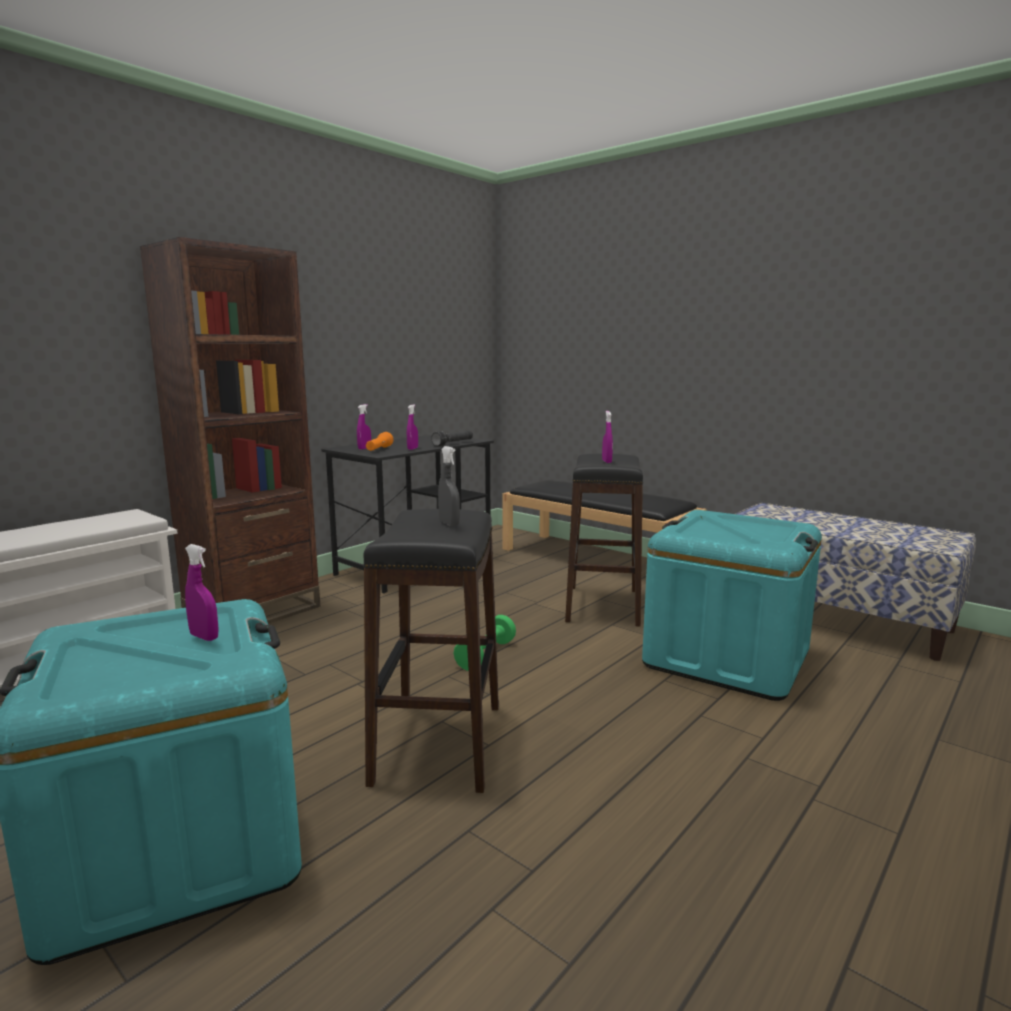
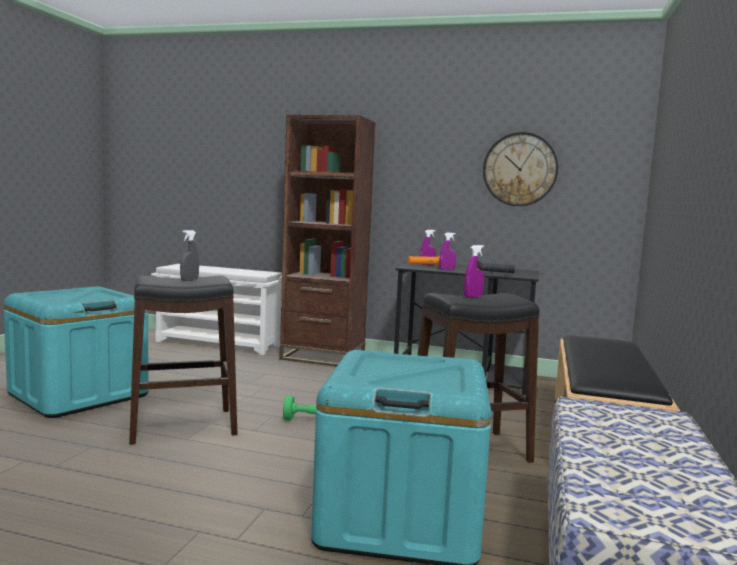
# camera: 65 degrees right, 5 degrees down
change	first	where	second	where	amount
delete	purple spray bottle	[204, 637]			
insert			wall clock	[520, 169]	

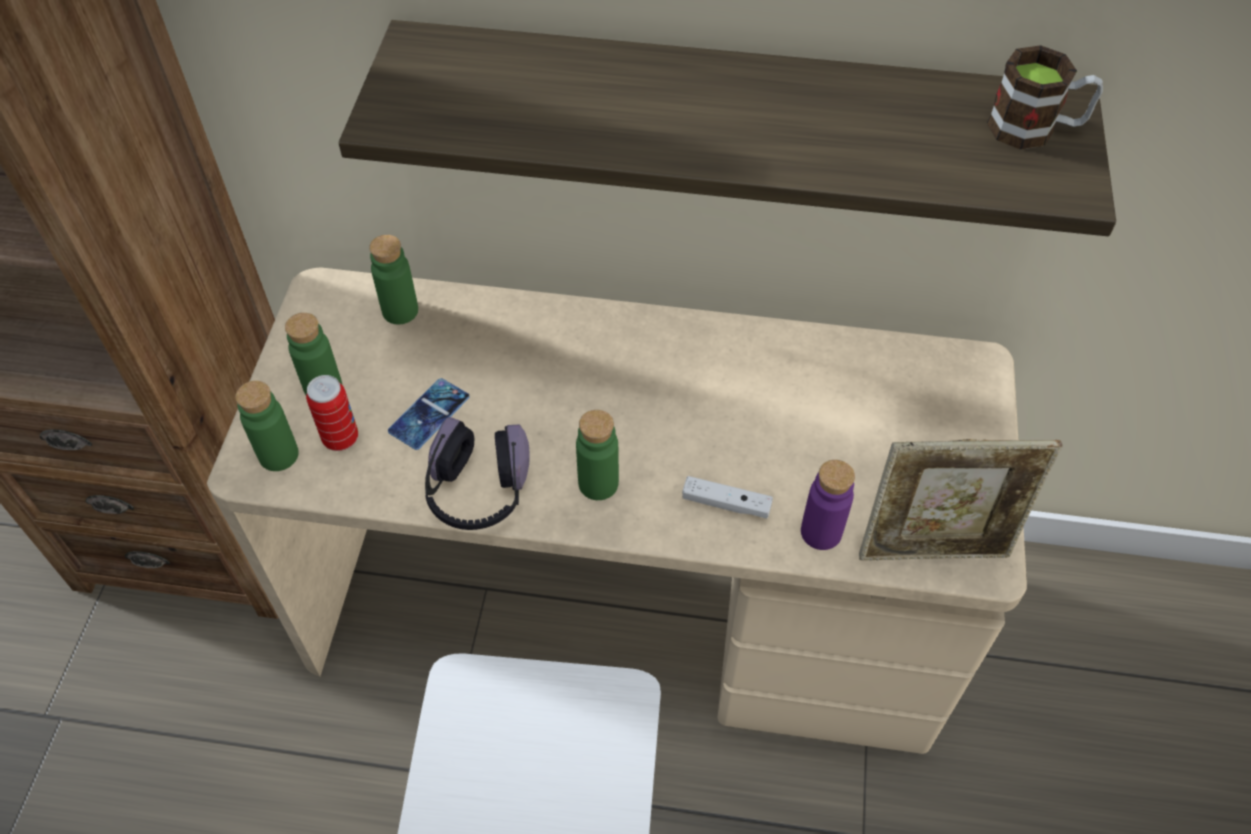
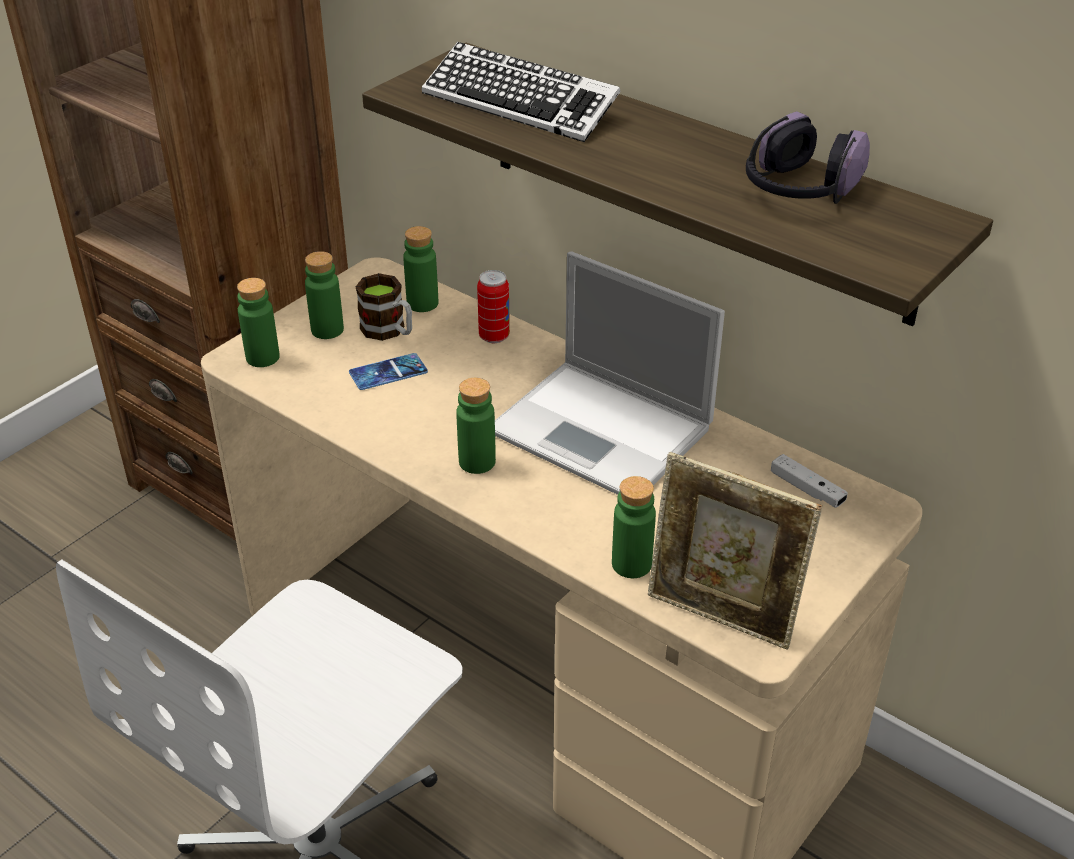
# camera: 30 degrees right, 15 degrees down
change	first	where	second	where	amount
insert			keyboard	[520, 104]	
insert			laptop	[604, 431]	
move	can	[340, 438]		[494, 336]	
move	headphones	[478, 491]		[798, 190]	
move	white game controller	[726, 503]		[807, 489]	
move	mug	[1035, 129]		[389, 331]	
recolor	purple bottle	[821, 532]	green bottle	[631, 564]	

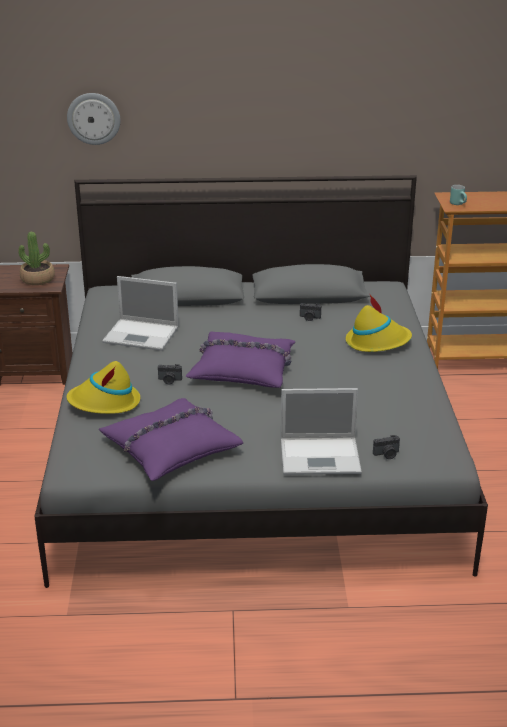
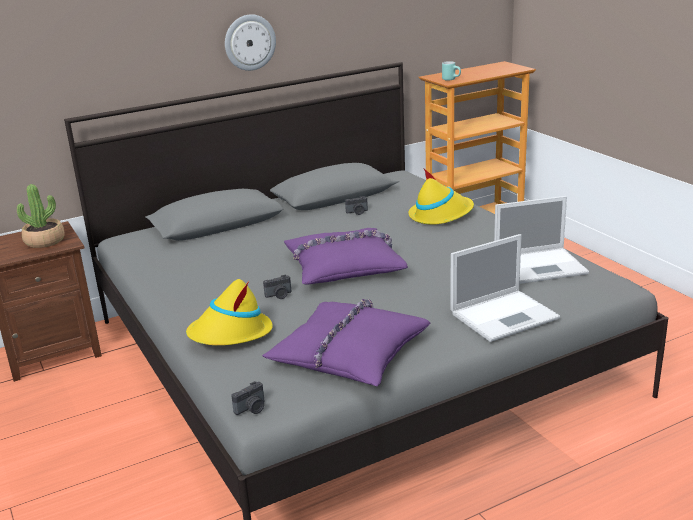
# camera: 25 degrees left, 5 degrees down
change	first	where	second	where	amount
move	wall clock	[93, 118]		[249, 42]	
move	laptop	[142, 335]		[541, 266]	
move	photo camera	[387, 454]		[252, 409]	

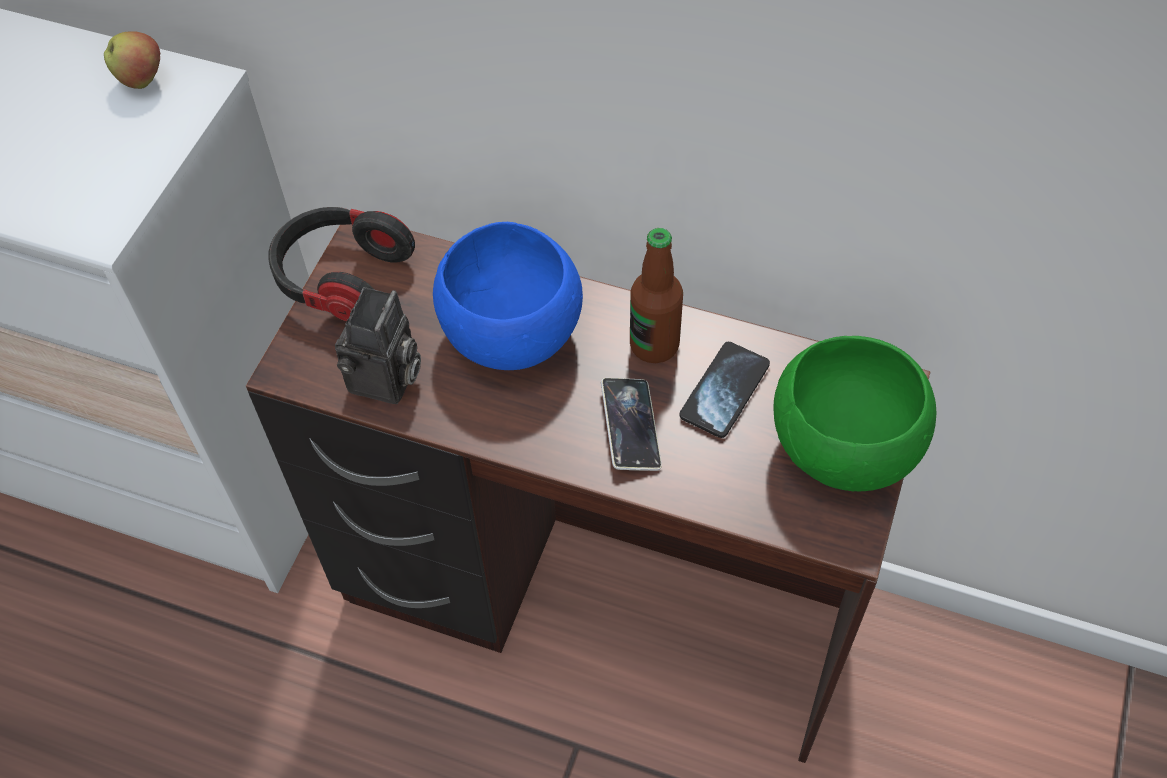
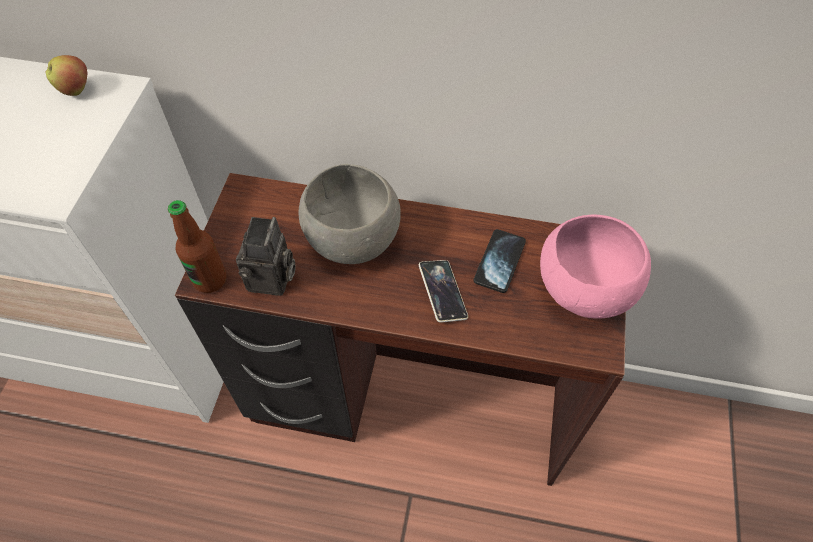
# camera: 10 degrees left, 0 degrees up
change	first	where	second	where	amount
delete	headphones	[342, 278]			
move	bottle	[654, 345]		[210, 279]	
recolor	blue bowl	[510, 335]	grey bowl	[352, 240]	
recolor	green bowl	[844, 449]	pink bowl	[585, 291]	

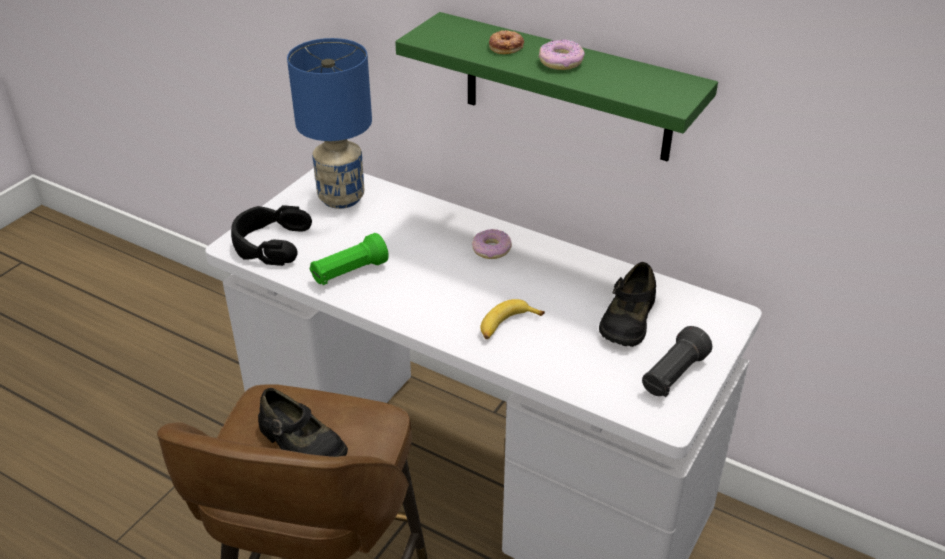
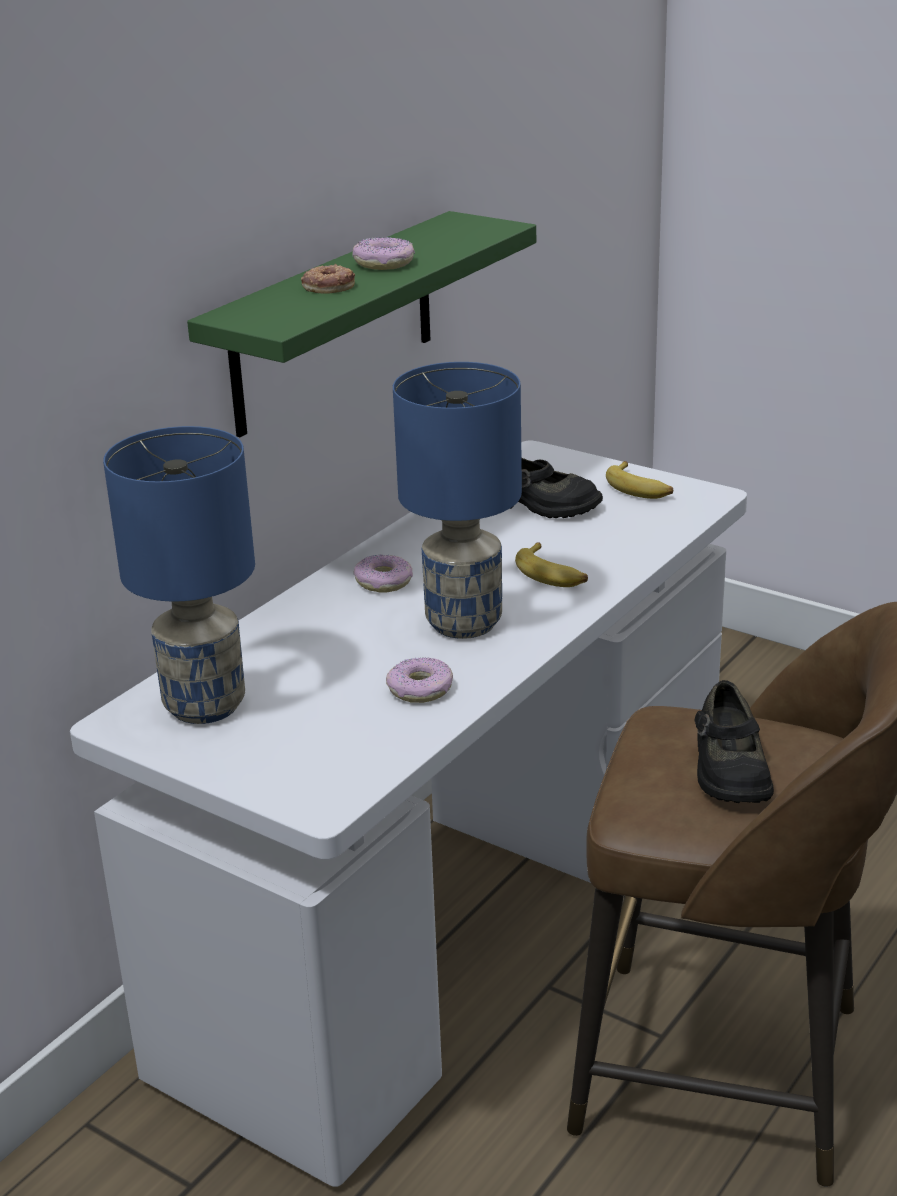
# camera: 85 degrees left, 10 degrees down
change	first	where	second	where	amount
delete	black headphones	[270, 243]			
insert			blue table lamp	[463, 624]	
replace	green flashlight	[349, 272]	donut	[420, 689]	
replace	black flashlight	[673, 375]	banana	[640, 488]	
rotate	black shoe	[300, 443]		[729, 769]	135 degrees clockwise

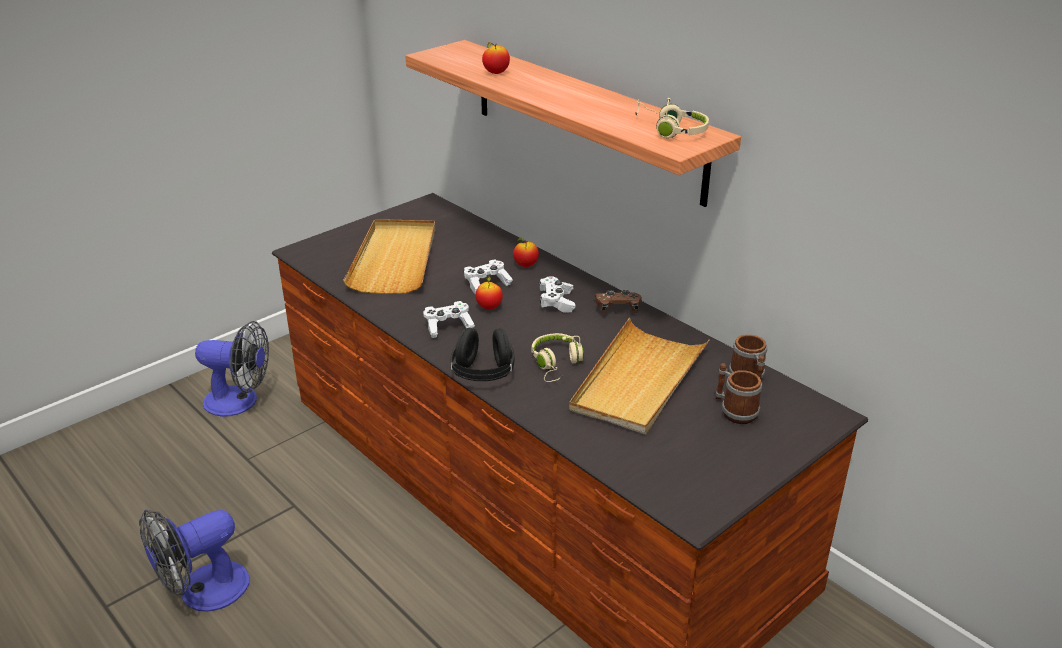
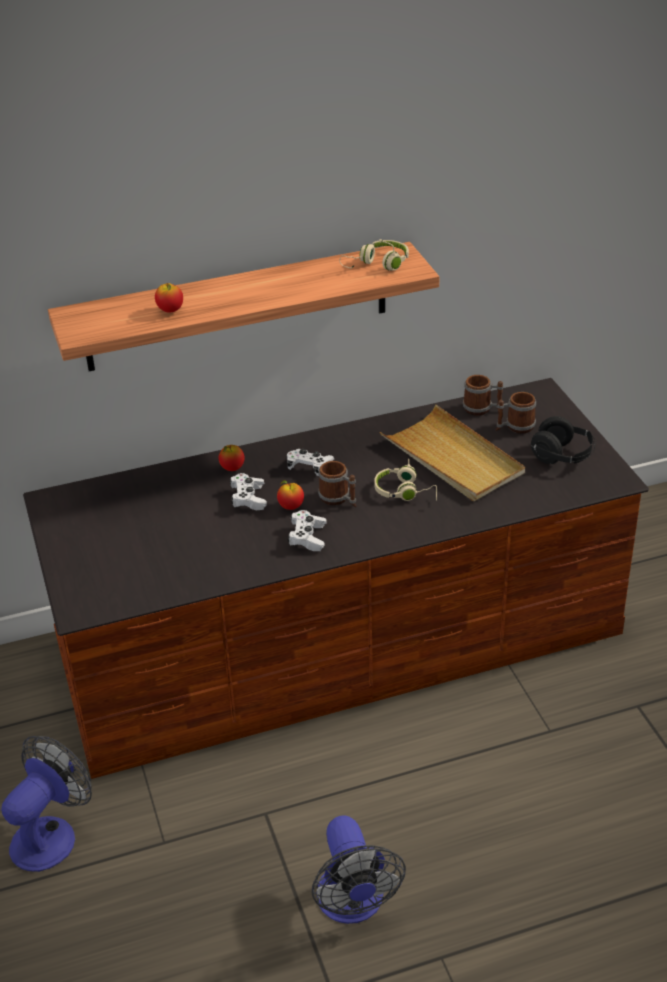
# camera: 65 degrees left, 5 degrees up
change	first	where	second	where	amount
delete	beige tray	[395, 259]			
delete	brown game controller	[617, 309]			
insert			mug	[339, 499]	
move	black headphones	[483, 373]		[562, 457]	

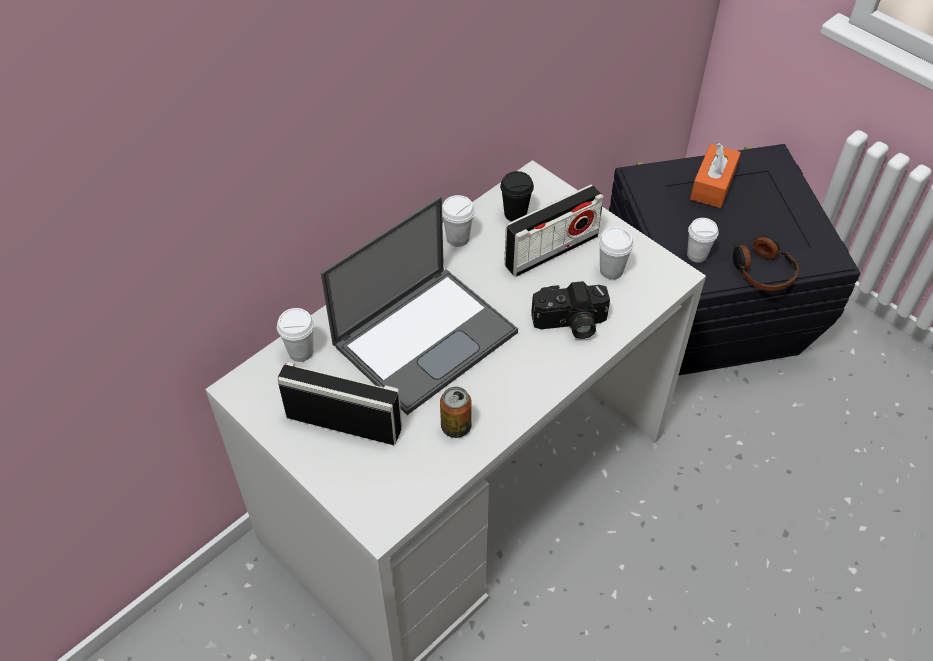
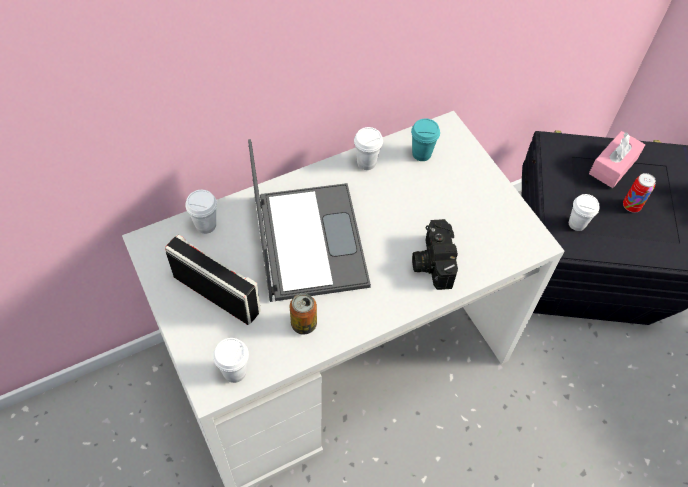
# camera: 15 degrees right, 5 degrees up
change	first	where	second	where	amount
delete	radio	[551, 250]			
delete	headphones	[761, 270]			
insert			can	[631, 206]	
move	white cup	[611, 270]		[234, 372]	
recolor	black cup	[515, 214]	turquoise cup	[421, 154]	
recolor	orange tissue box	[713, 185]	pink tissue box	[613, 166]	
rotate	laptop	[426, 336]		[309, 240]	75 degrees counterclockwise
rotate	photo camera	[570, 324]		[431, 262]	75 degrees clockwise

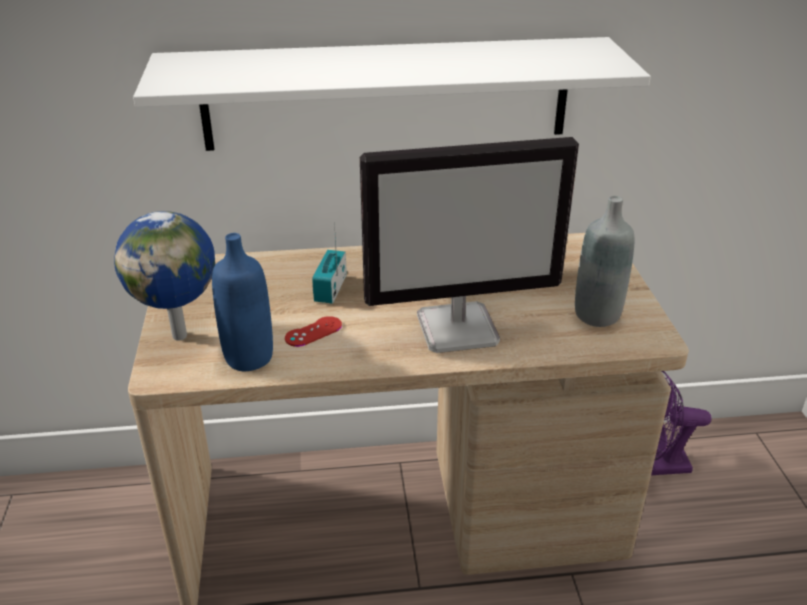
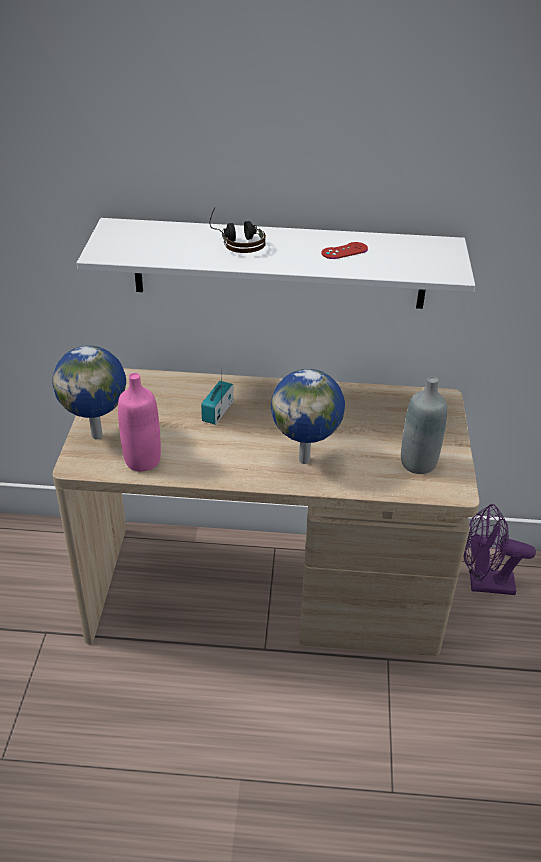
# camera: 10 degrees right, 5 degrees up
change	first	where	second	where	amount
insert			headphones	[237, 240]	
move	red game controller	[313, 332]		[344, 251]	
replace	monitor	[459, 328]	globe	[305, 459]	
recolor	blue bottle	[248, 357]	pink bottle	[142, 460]	

